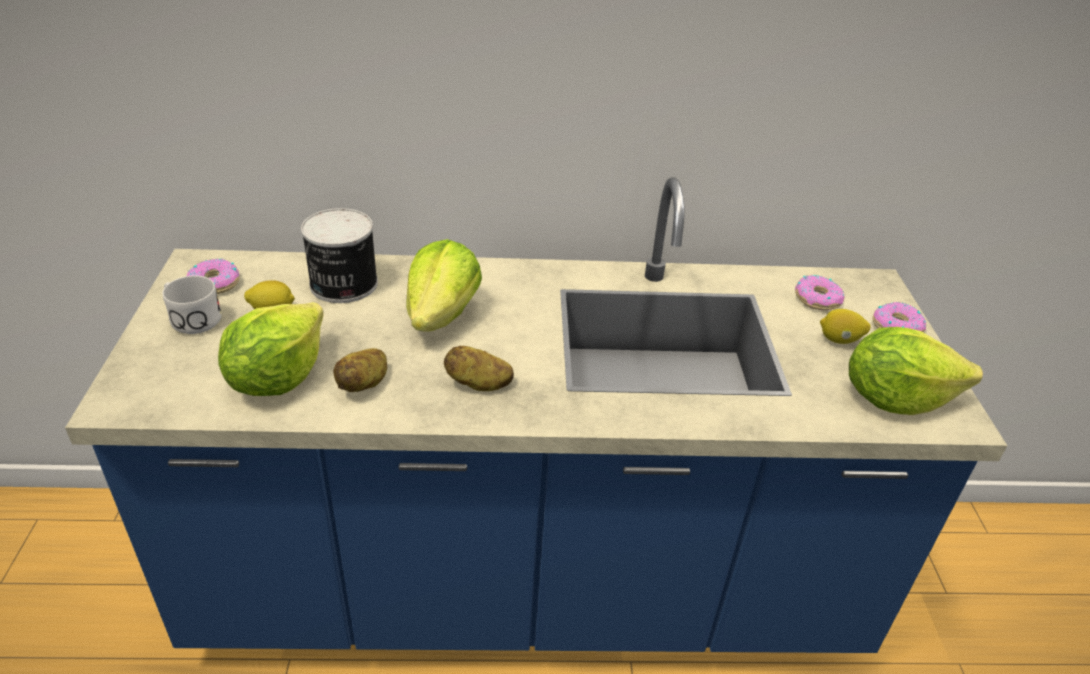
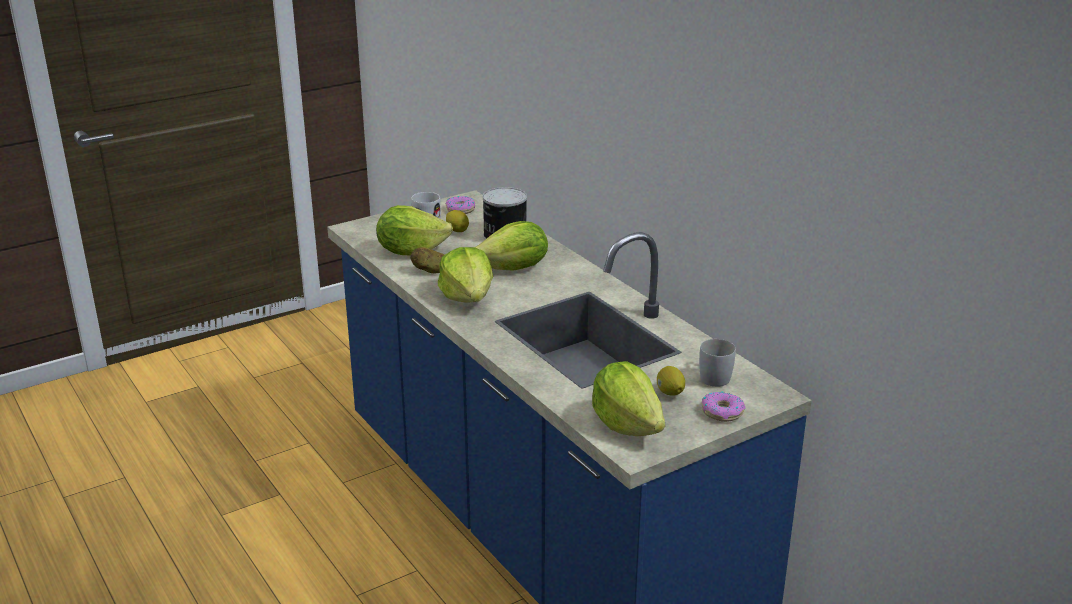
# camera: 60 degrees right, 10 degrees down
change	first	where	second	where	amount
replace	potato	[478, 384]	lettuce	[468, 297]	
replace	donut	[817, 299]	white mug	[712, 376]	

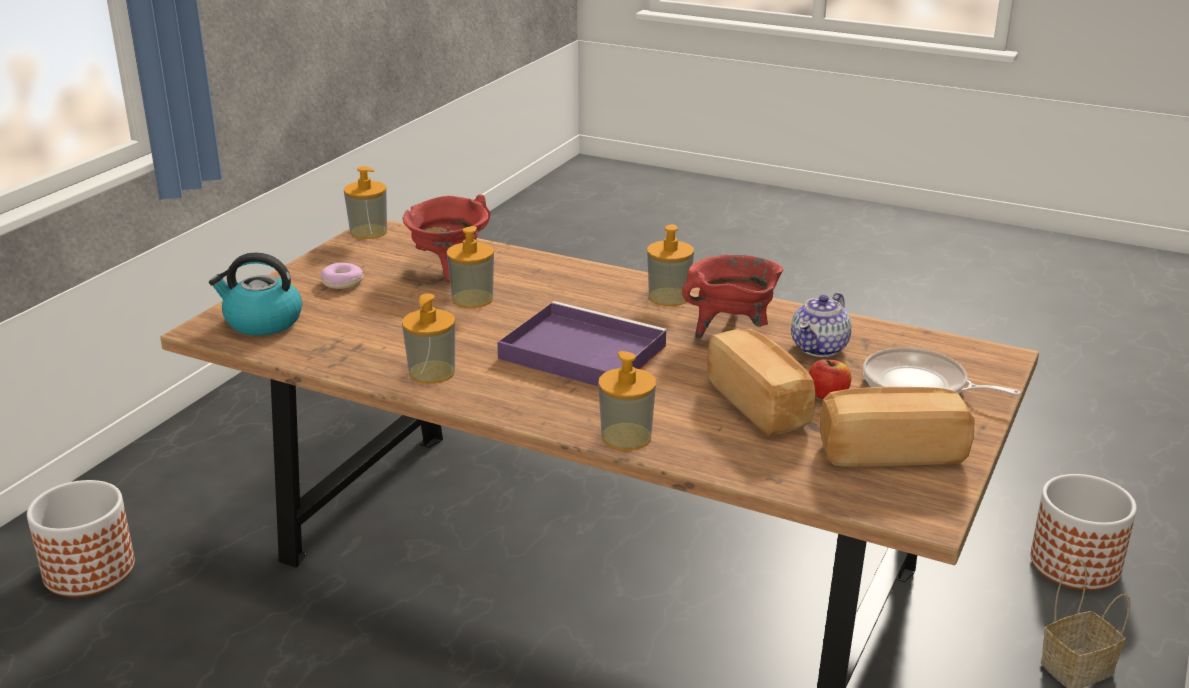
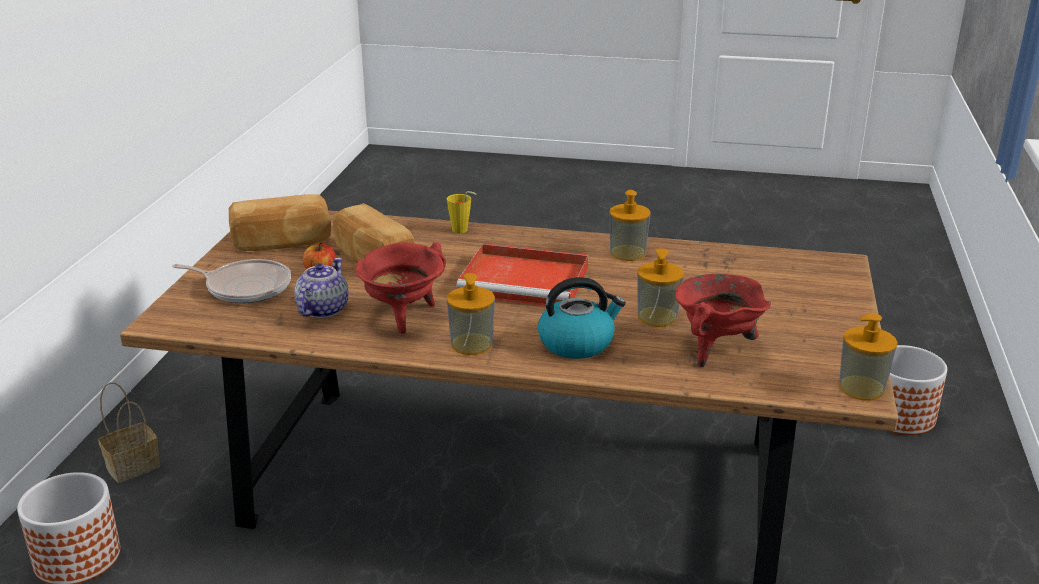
# camera: 165 degrees right, 0 degrees up
change	first	where	second	where	amount
delete	donut	[342, 283]			
move	kettle	[262, 322]		[577, 343]	
replace	soap dispenser	[626, 437]	yellow cup	[462, 231]	
recolor	purple tray	[579, 352]	red tray	[527, 281]	

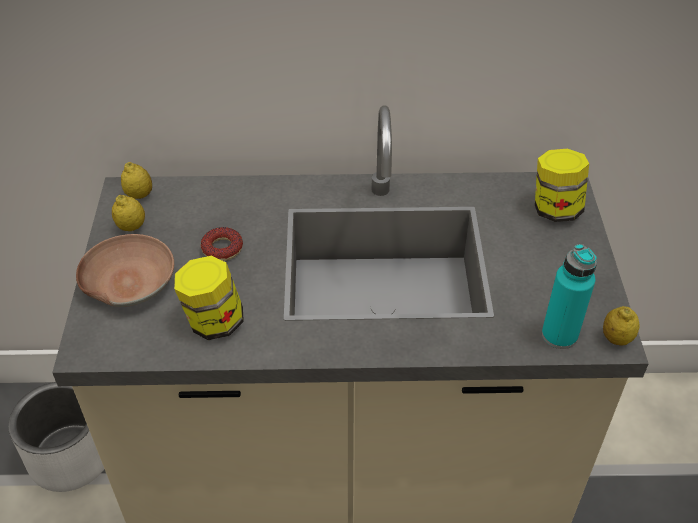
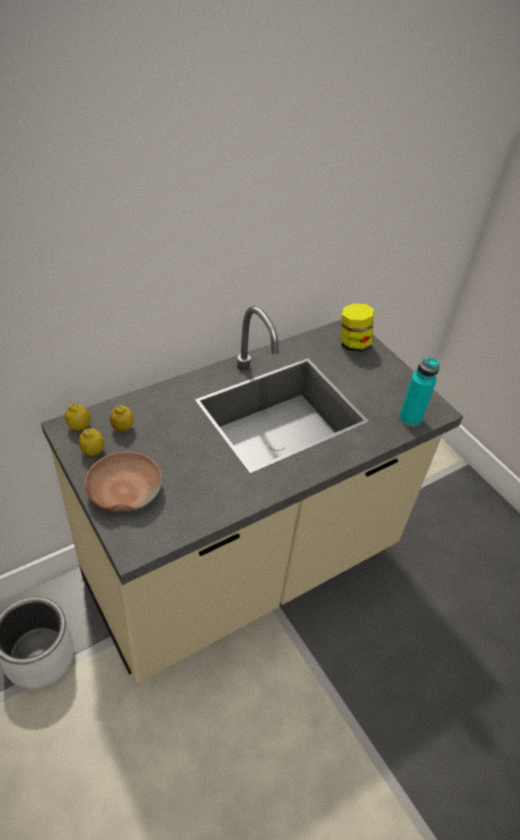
# camera: 35 degrees left, 0 degrees up
change	first	where	second	where	amount
delete	jar	[213, 322]			
delete	donut	[222, 248]			
move	lemon	[616, 338]		[122, 428]	

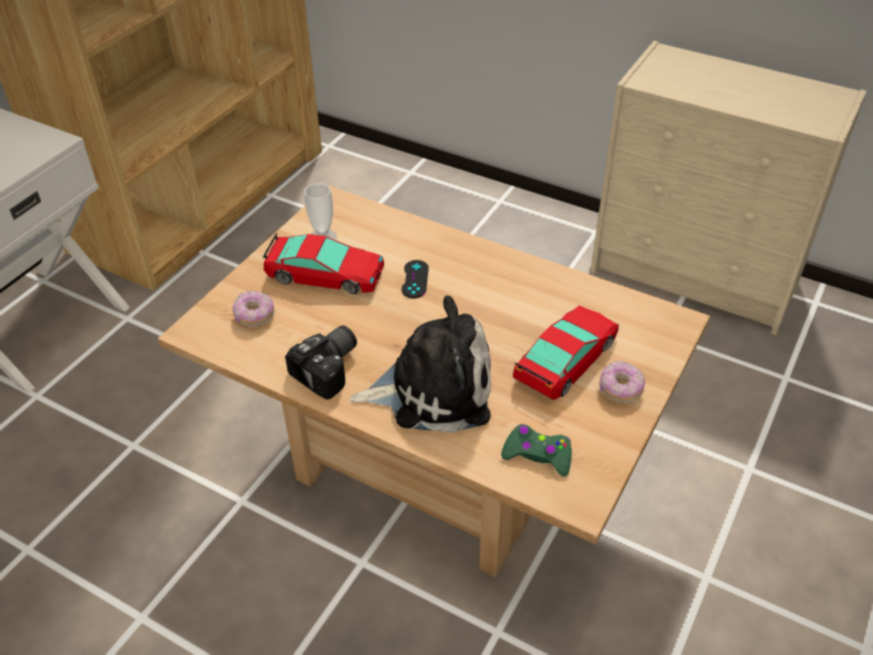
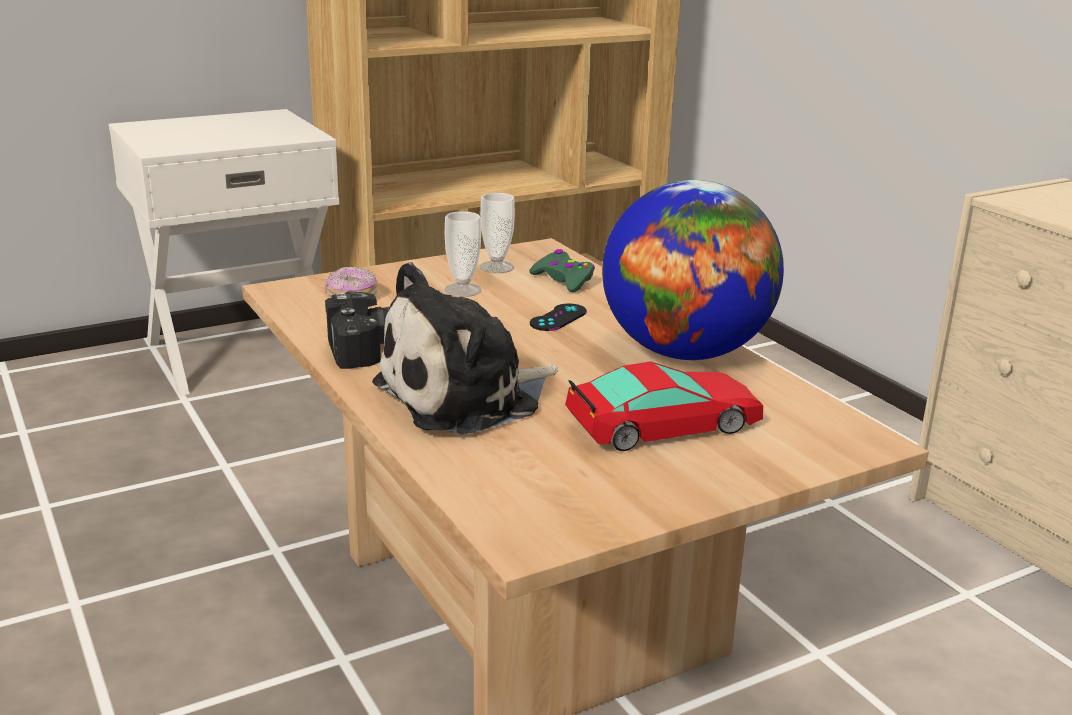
# camera: 30 degrees right, 20 degrees down
change	first	where	second	where	amount
delete	donut	[620, 389]			
insert			globe	[684, 352]	
move	green game controller	[537, 455]		[563, 280]	
replace	toy car	[325, 275]	cup	[463, 290]	
rotate	plush toy	[433, 389]		[466, 397]	120 degrees clockwise

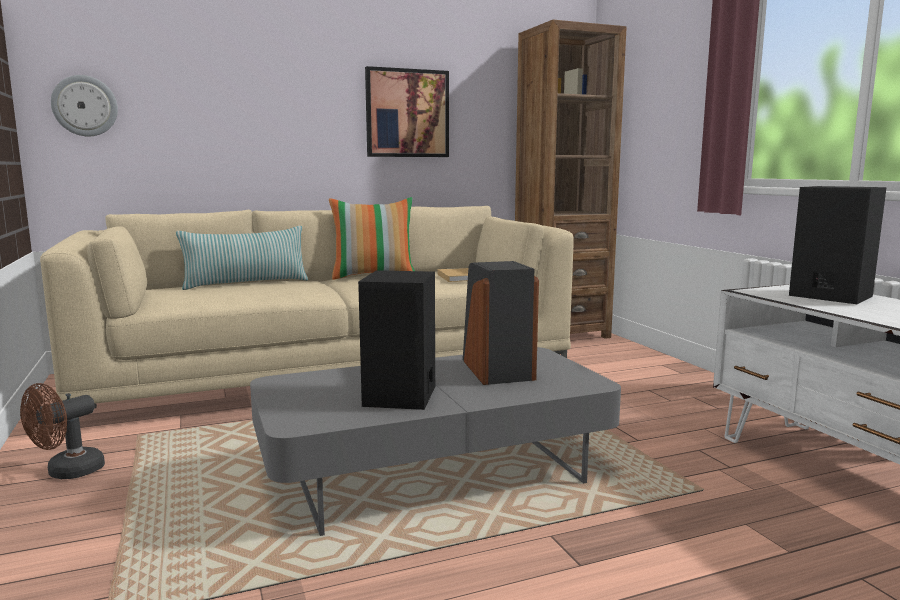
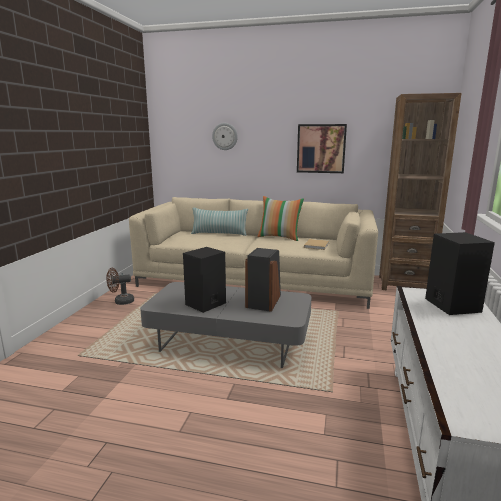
# camera: 35 degrees right, 5 degrees up
change	first	where	second	where	amount
move	wall clock	[85, 106]		[225, 136]	

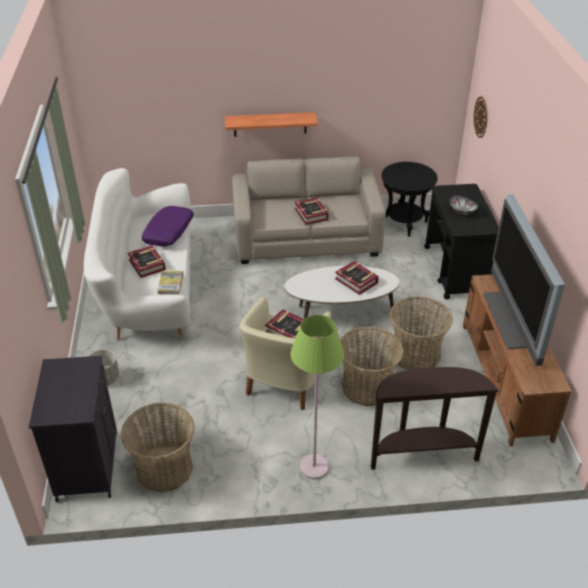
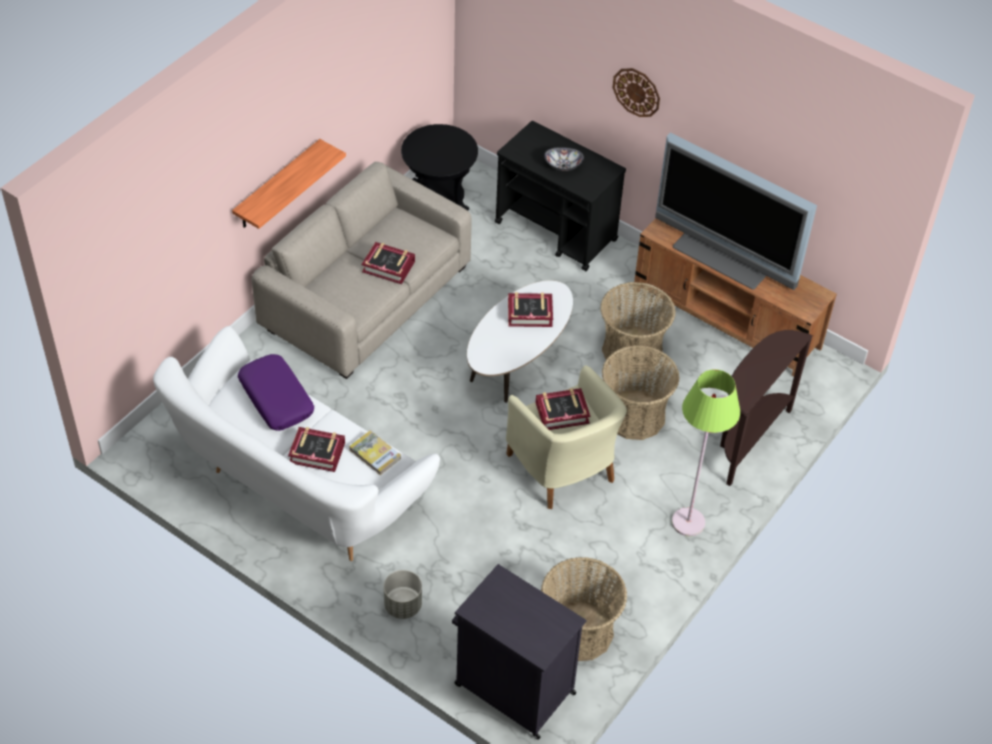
# camera: 50 degrees left, 10 degrees up
change	first	where	second	where	amount
move	wall clock	[481, 117]		[636, 92]	

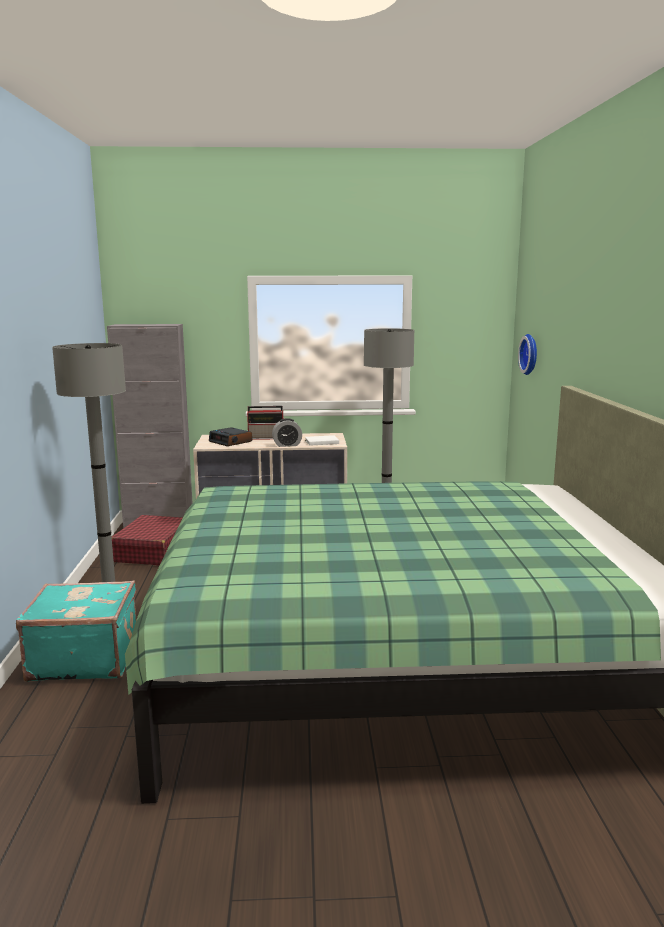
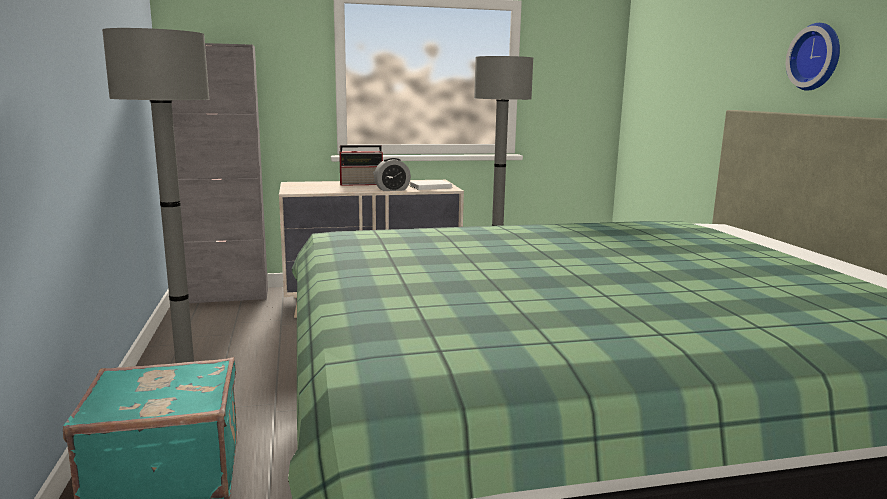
# camera: 10 degrees left, 0 degrees up
change	first	where	second	where	amount
delete	red suitcase	[154, 551]			
delete	alarm clock	[231, 441]			
move	wall clock	[531, 354]		[817, 57]	

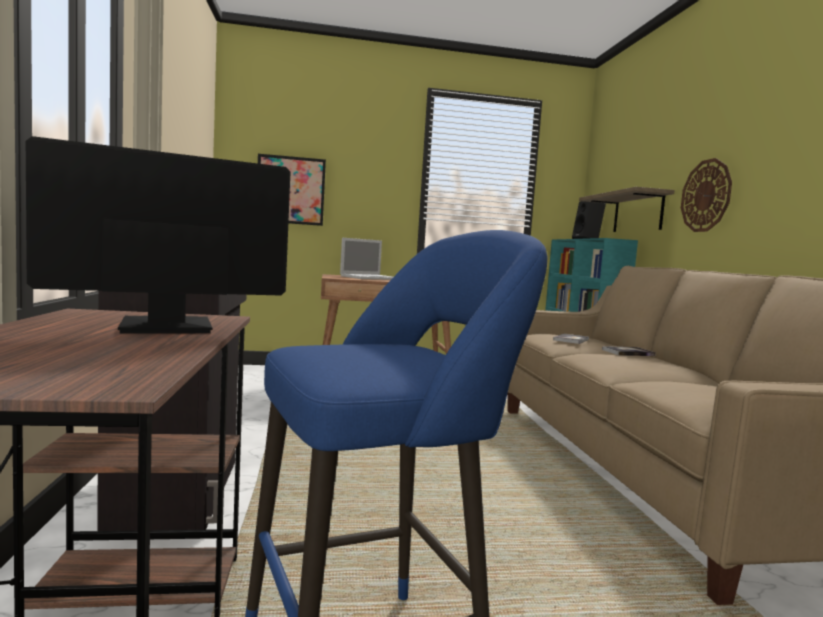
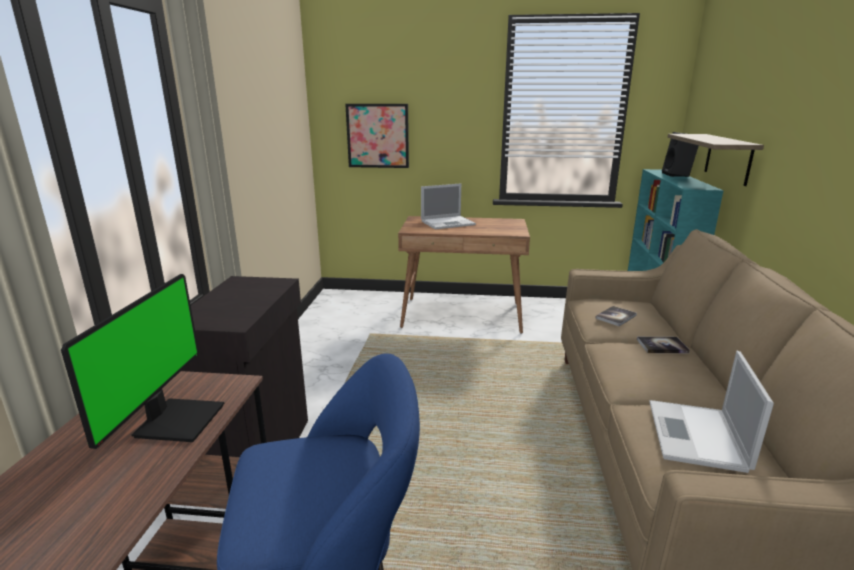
# camera: 15 degrees right, 15 degrees up
change	first	where	second	where	amount
delete	wall clock	[706, 196]			
insert			laptop	[697, 436]	
rotate	monitor	[165, 328]		[177, 420]	105 degrees clockwise

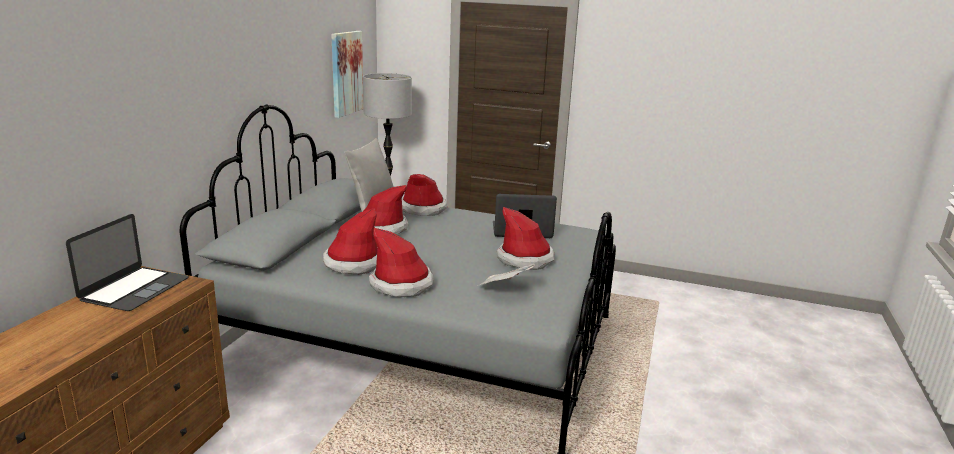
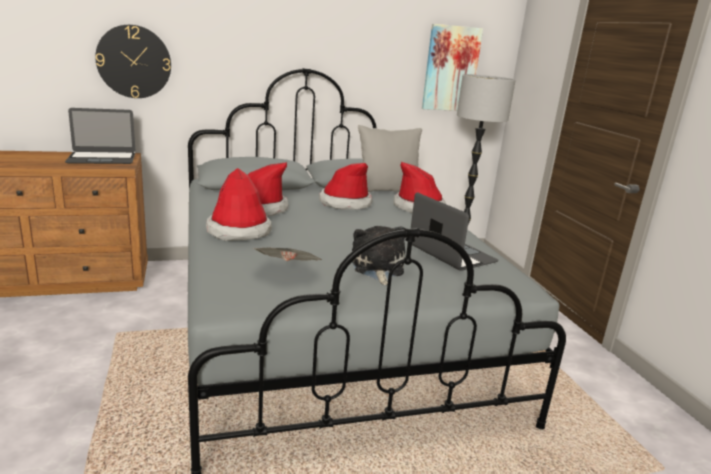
# camera: 55 degrees right, 0 degrees up
change	first	where	second	where	amount
insert			wall clock	[134, 62]	
replace	hat	[525, 259]	plush toy	[377, 268]	

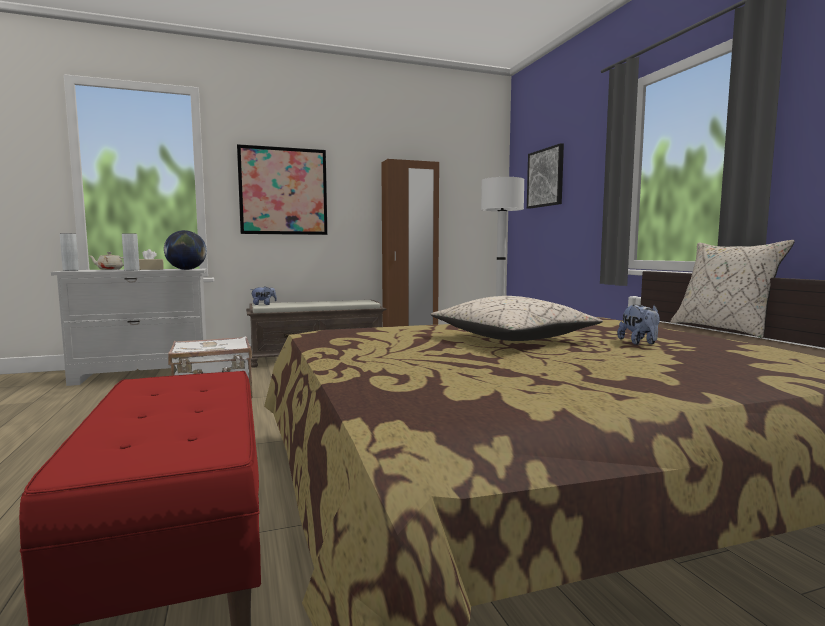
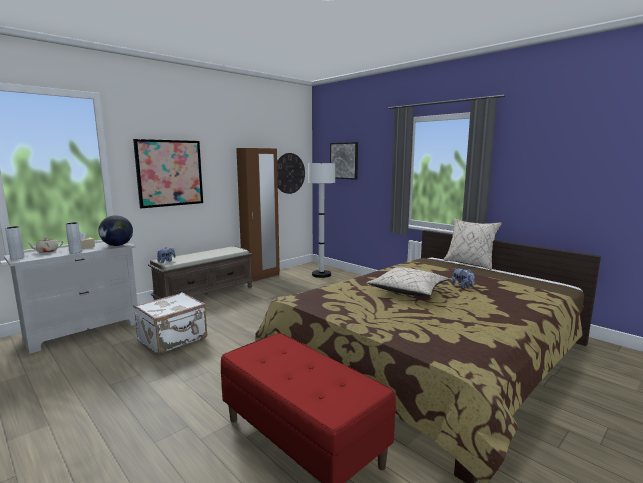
# camera: 25 degrees left, 5 degrees up
change	first	where	second	where	amount
insert			wall clock	[289, 173]	

